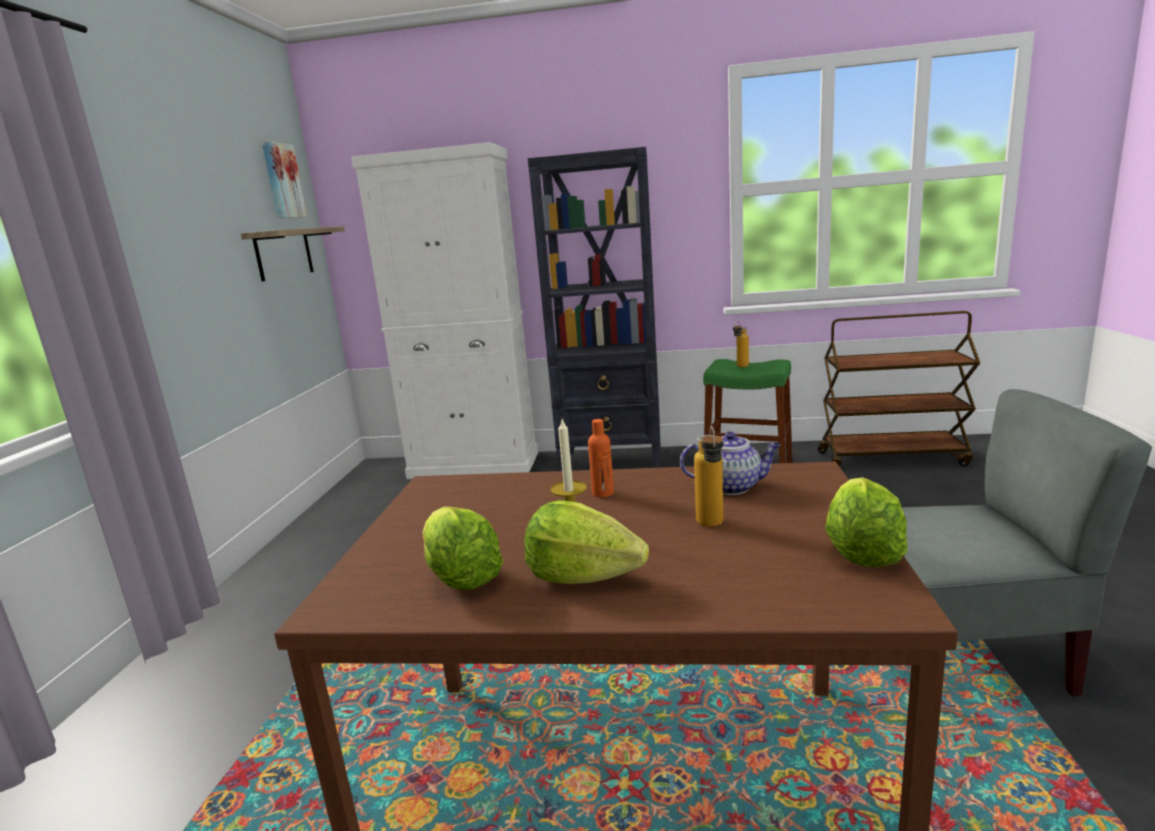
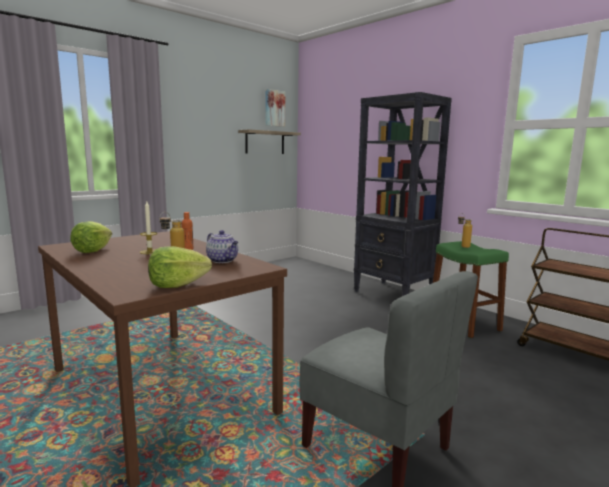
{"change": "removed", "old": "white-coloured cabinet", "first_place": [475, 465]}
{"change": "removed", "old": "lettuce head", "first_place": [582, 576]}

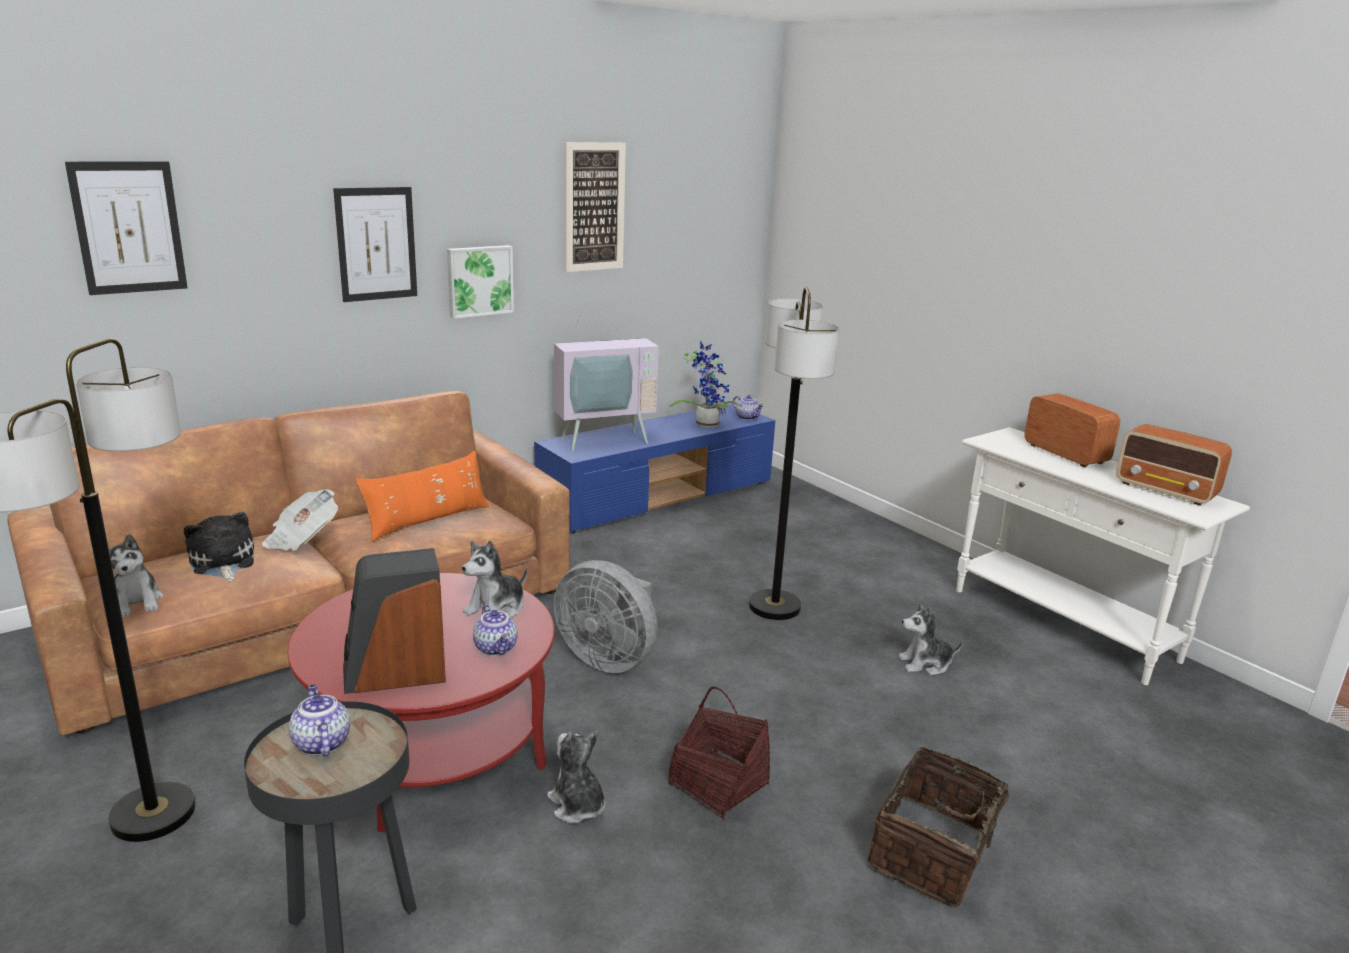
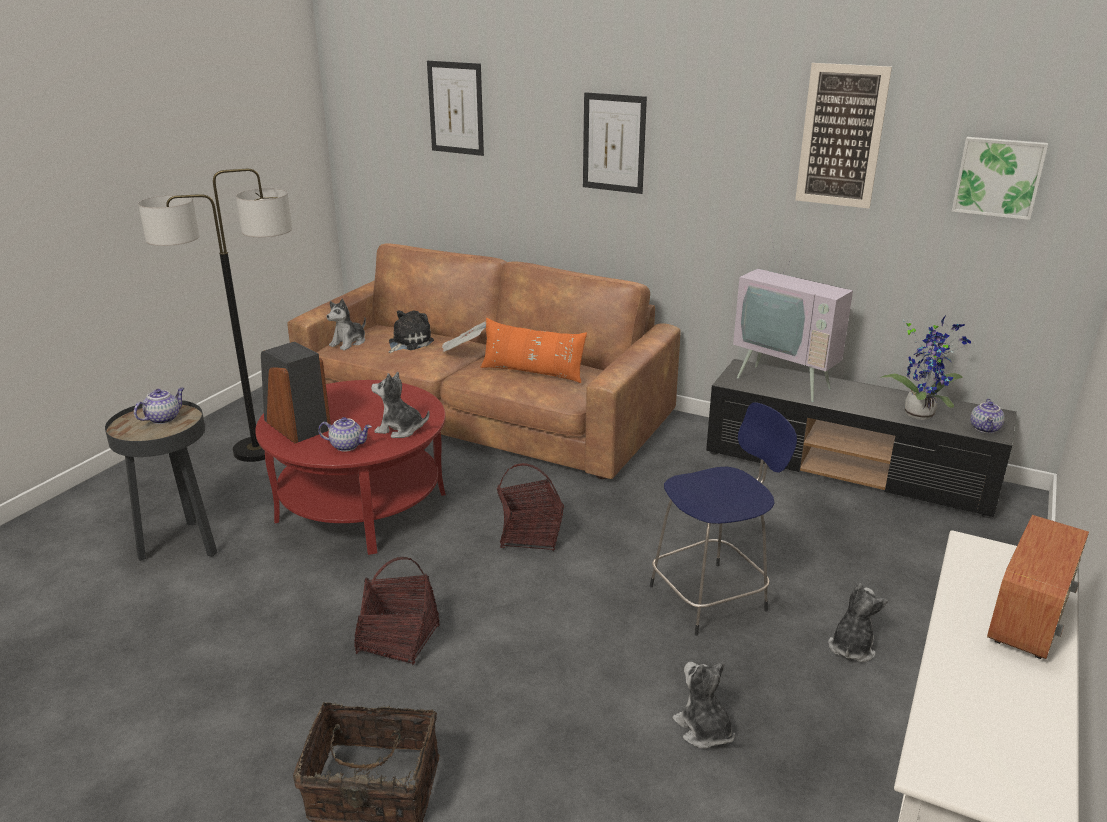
{"change": "moved", "old": "picture", "first_place": [479, 280], "second_place": [998, 177]}
{"change": "replaced", "old": "standard lamp", "new": "blue-coloured stool seat", "first_place": [774, 606], "second_place": [711, 597]}
{"change": "recoloured", "old": "blue-coloured media console", "new": "blackish media console", "first_place": [658, 496], "second_place": [849, 469]}
{"change": "removed", "old": "radio receiver", "first_place": [1166, 491]}
{"change": "replaced", "old": "greyish cooling fan", "new": "basket", "first_place": [609, 658], "second_place": [530, 535]}
{"change": "turned", "old": "tea pot", "first_place": [497, 648], "second_place": [347, 446], "degrees": -120}
{"change": "moved", "old": "cuddly toy", "first_place": [577, 806], "second_place": [851, 647]}

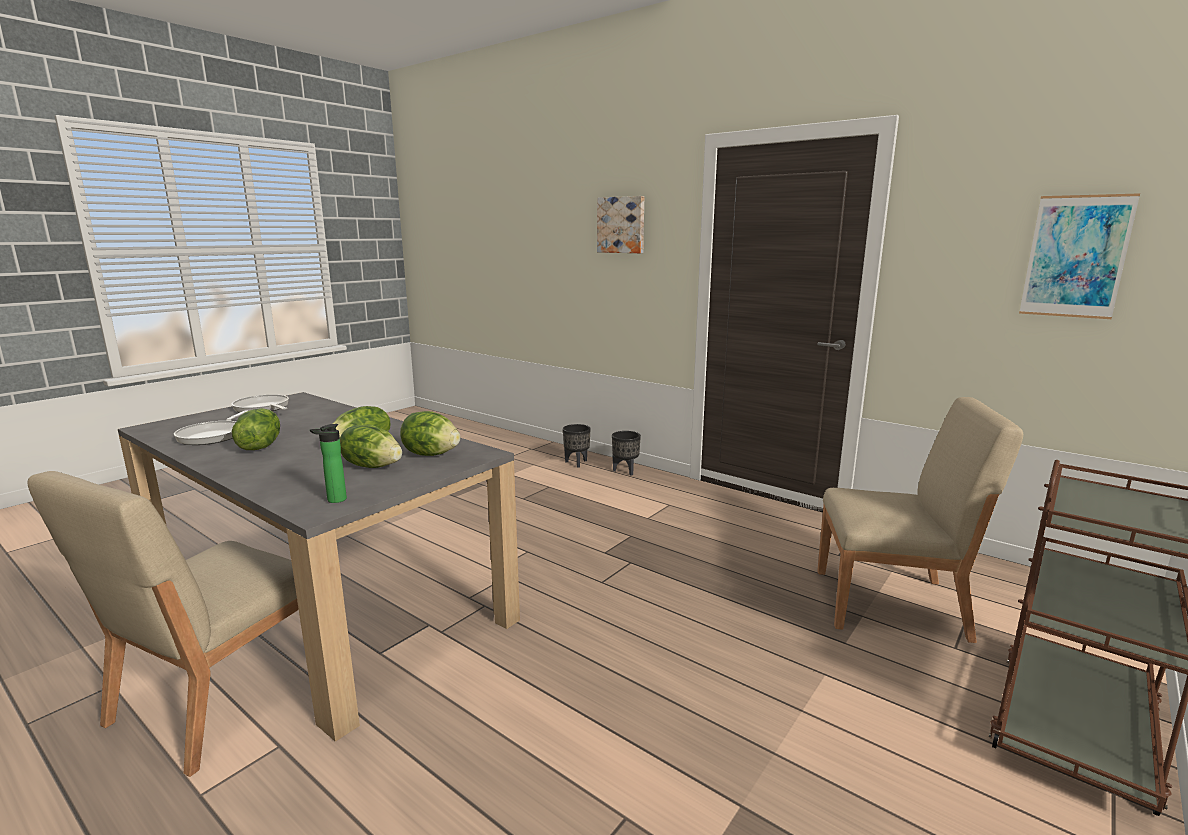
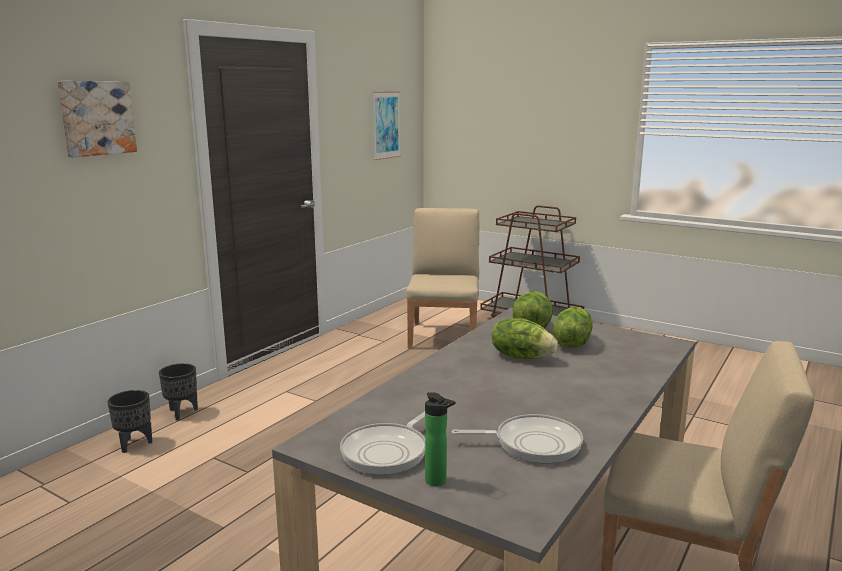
{"change": "removed", "old": "lettuce head", "first_place": [260, 446]}
{"change": "moved", "old": "drink bottle", "first_place": [334, 500], "second_place": [438, 481]}

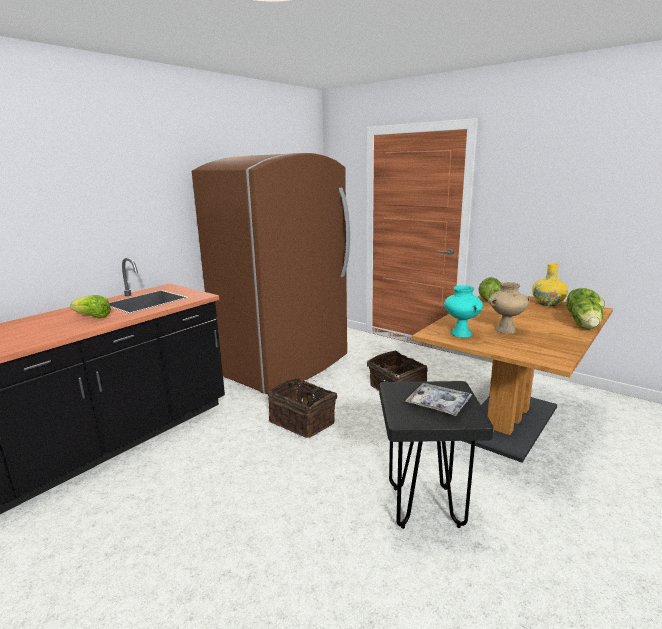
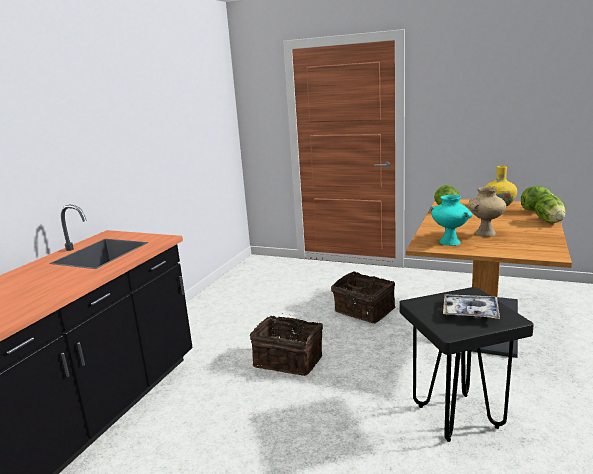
{"change": "removed", "old": "brownish kitchen fridge", "first_place": [285, 365]}
{"change": "removed", "old": "lettuce head", "first_place": [93, 317]}

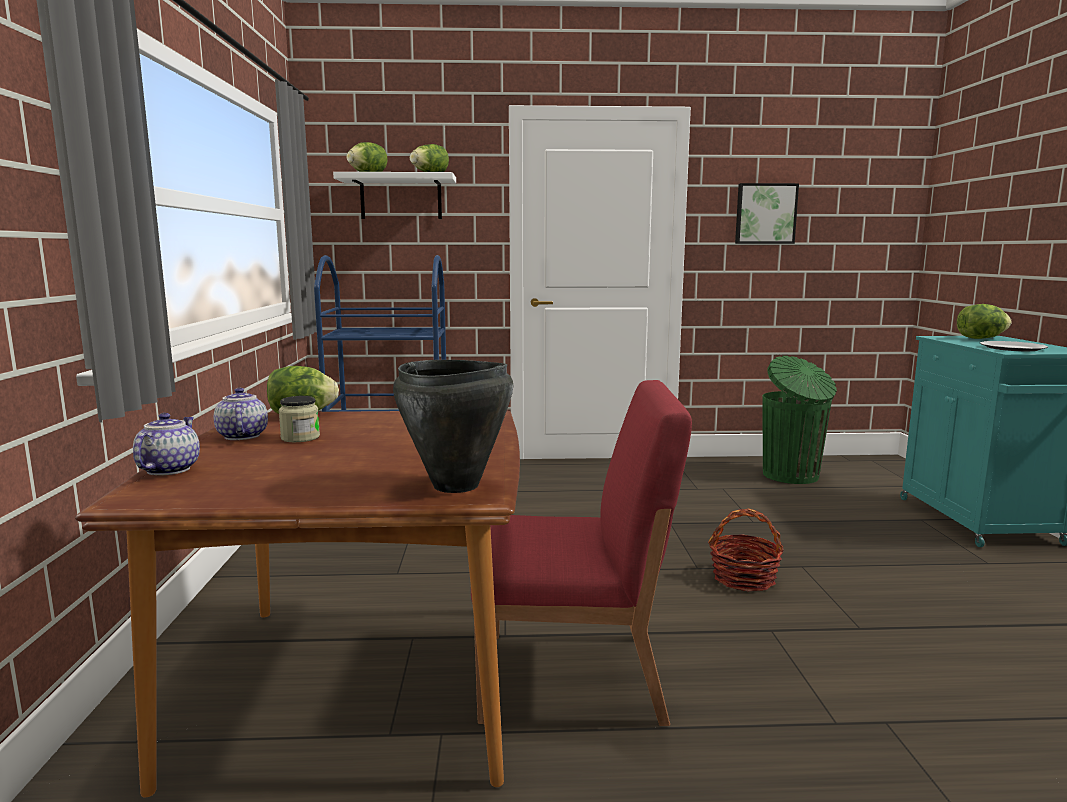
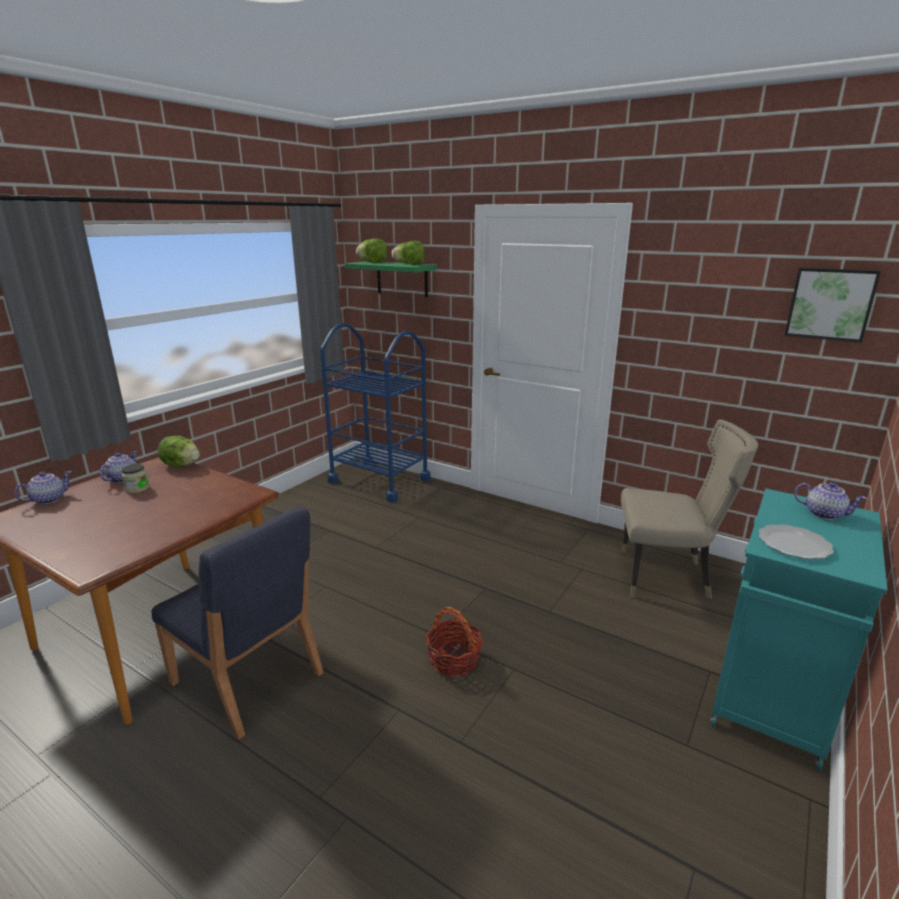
{"change": "recoloured", "old": "white-coloured bracket shelf", "new": "greenish bracket shelf", "first_place": [401, 198], "second_place": [402, 279]}
{"change": "moved", "old": "picture", "first_place": [765, 214], "second_place": [830, 304]}
{"change": "replaced", "old": "lettuce head", "new": "tea pot", "first_place": [980, 338], "second_place": [824, 514]}
{"change": "replaced", "old": "greenish waste bin", "new": "beige chair", "first_place": [792, 476], "second_place": [668, 577]}
{"change": "removed", "old": "blackish saucepot", "first_place": [456, 486]}
{"change": "recoloured", "old": "red chair", "new": "blue-coloured chair", "first_place": [574, 676], "second_place": [248, 679]}

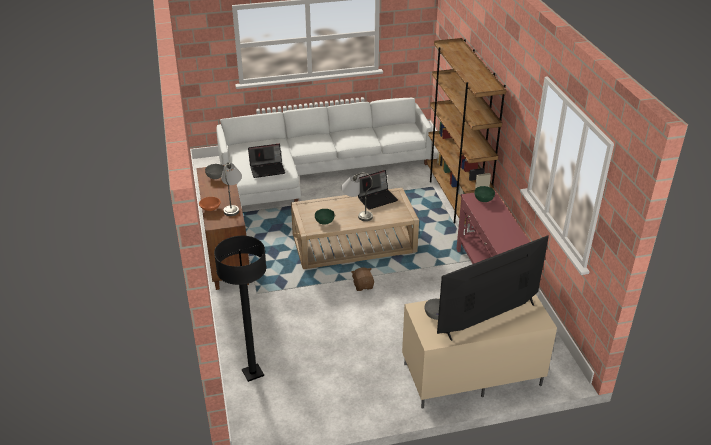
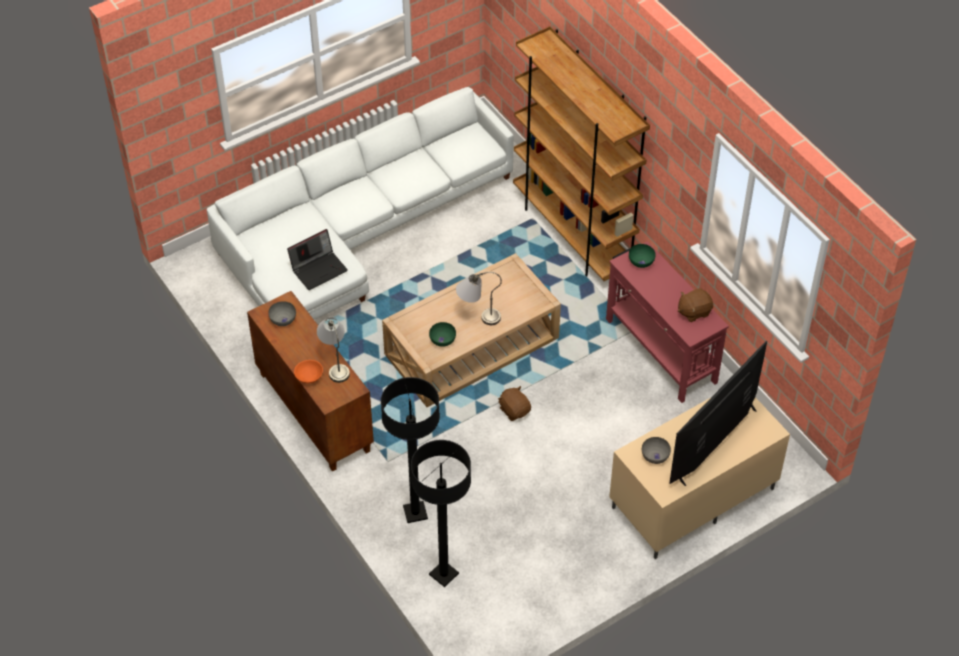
{"change": "removed", "old": "laptop", "first_place": [377, 198]}
{"change": "added", "new": "brownish cuddly toy", "second_place": [694, 311]}
{"change": "added", "new": "blackish standard lamp", "second_place": [415, 513]}

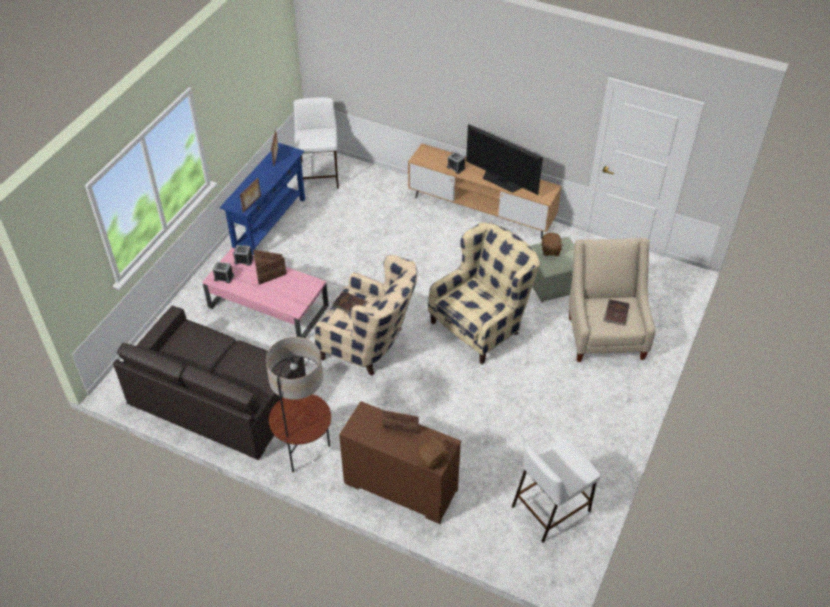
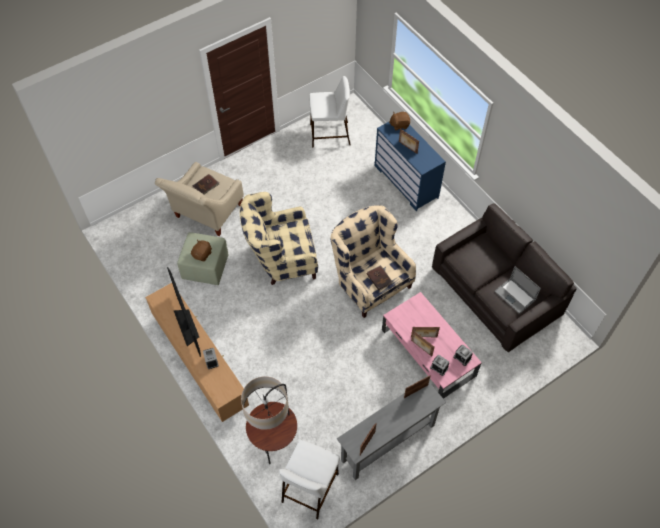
{"change": "recoloured", "old": "blue-coloured narrow table", "new": "greyish narrow table", "first_place": [269, 225], "second_place": [388, 443]}
{"change": "moved", "old": "standard lamp", "first_place": [305, 453], "second_place": [274, 443]}
{"change": "recoloured", "old": "brownish chest of drawers", "new": "blue-coloured chest of drawers", "first_place": [400, 487], "second_place": [406, 181]}
{"change": "added", "new": "laptop", "second_place": [515, 295]}

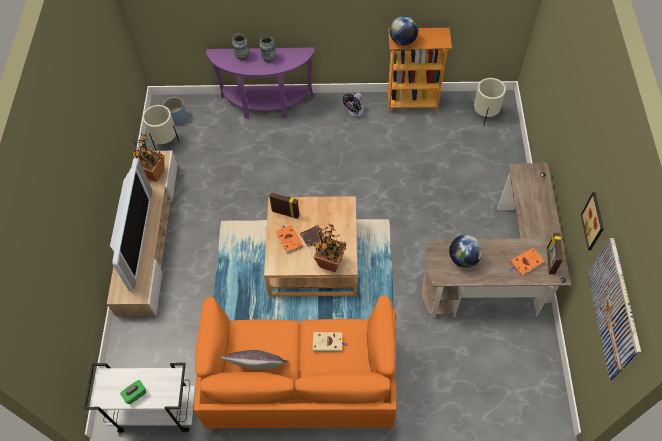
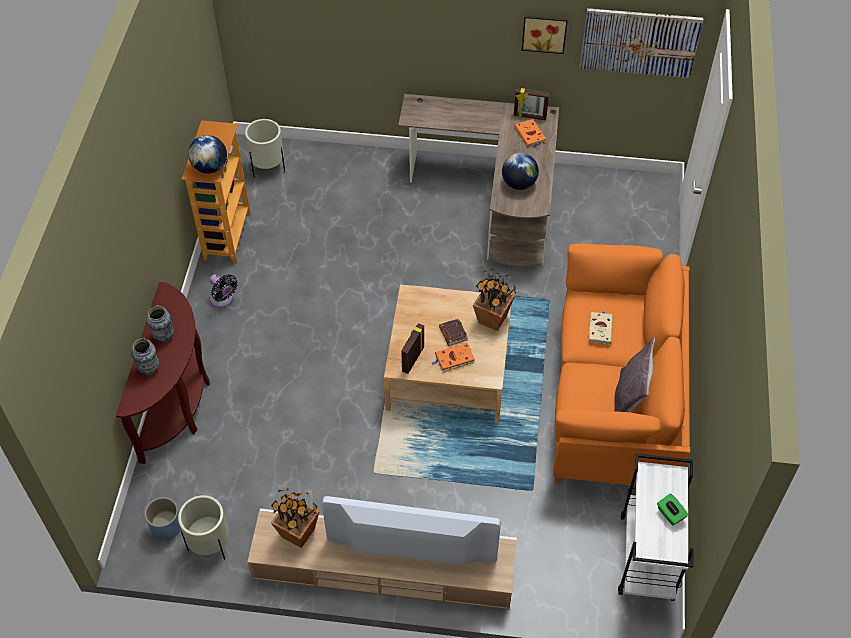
{"change": "recoloured", "old": "purplish narrow table", "new": "brownish narrow table", "first_place": [266, 105], "second_place": [177, 404]}

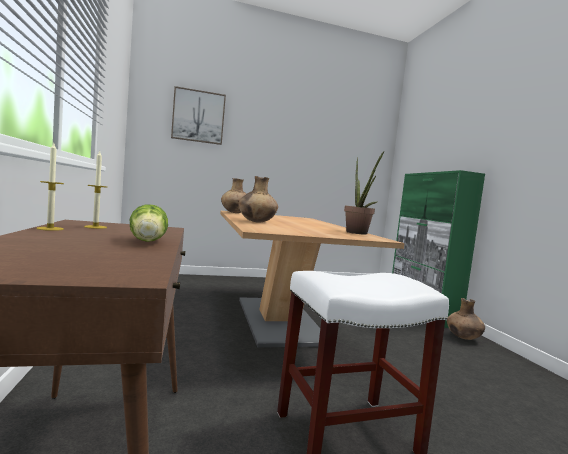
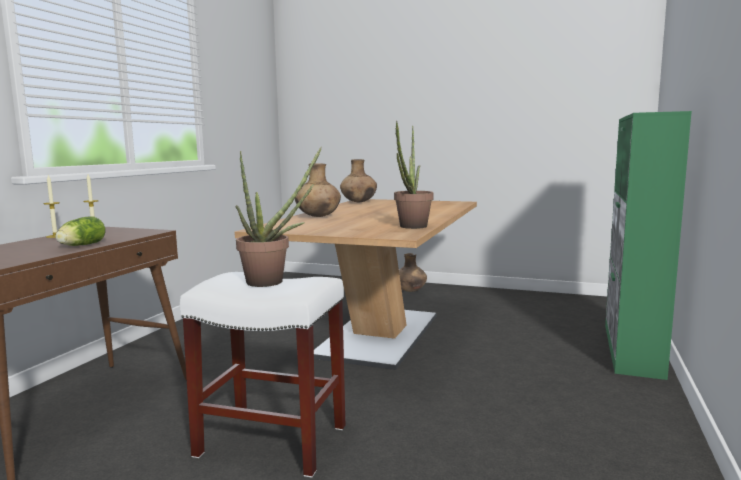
{"change": "removed", "old": "picture", "first_place": [198, 116]}
{"change": "moved", "old": "brownish flower vase", "first_place": [463, 338], "second_place": [410, 291]}
{"change": "added", "new": "houseplant", "second_place": [273, 281]}

